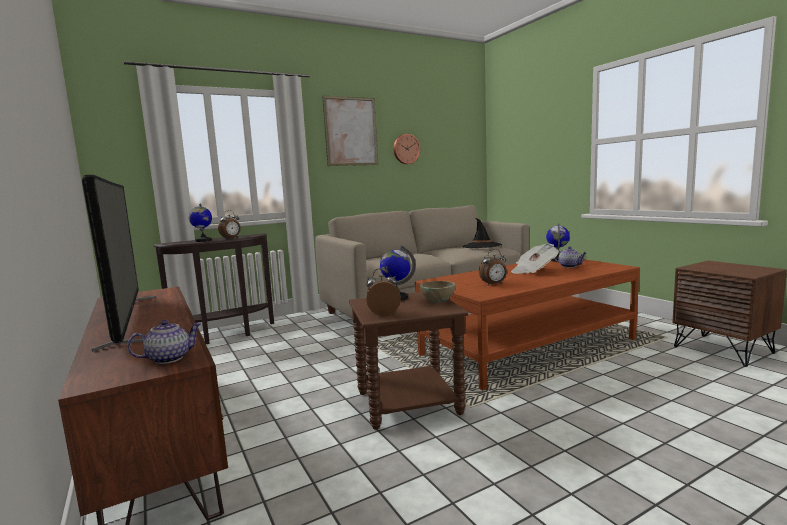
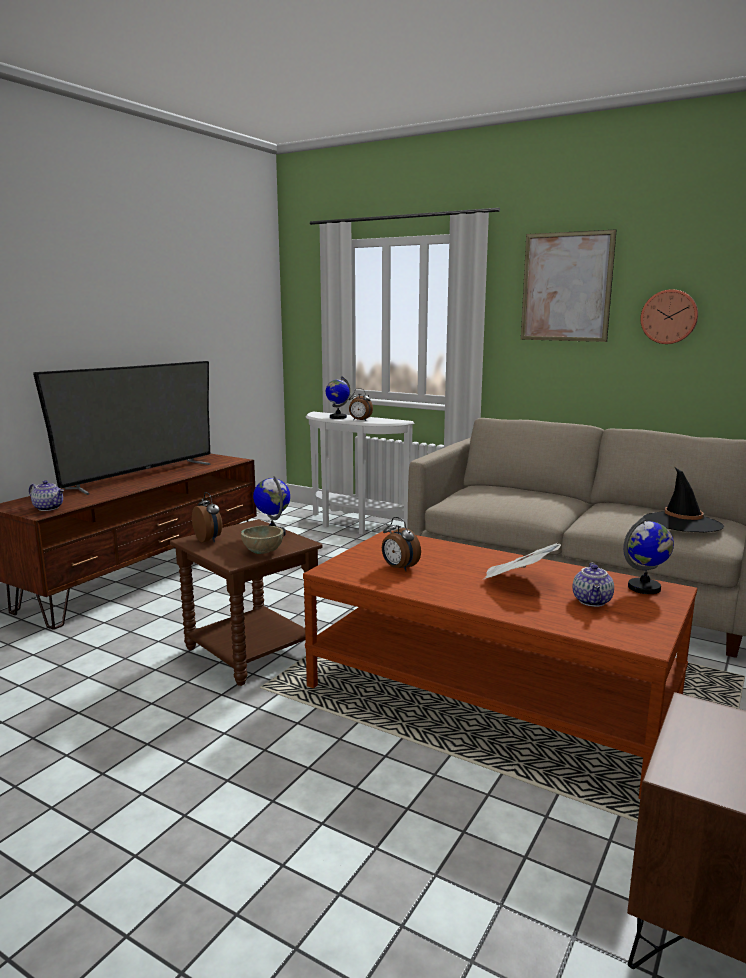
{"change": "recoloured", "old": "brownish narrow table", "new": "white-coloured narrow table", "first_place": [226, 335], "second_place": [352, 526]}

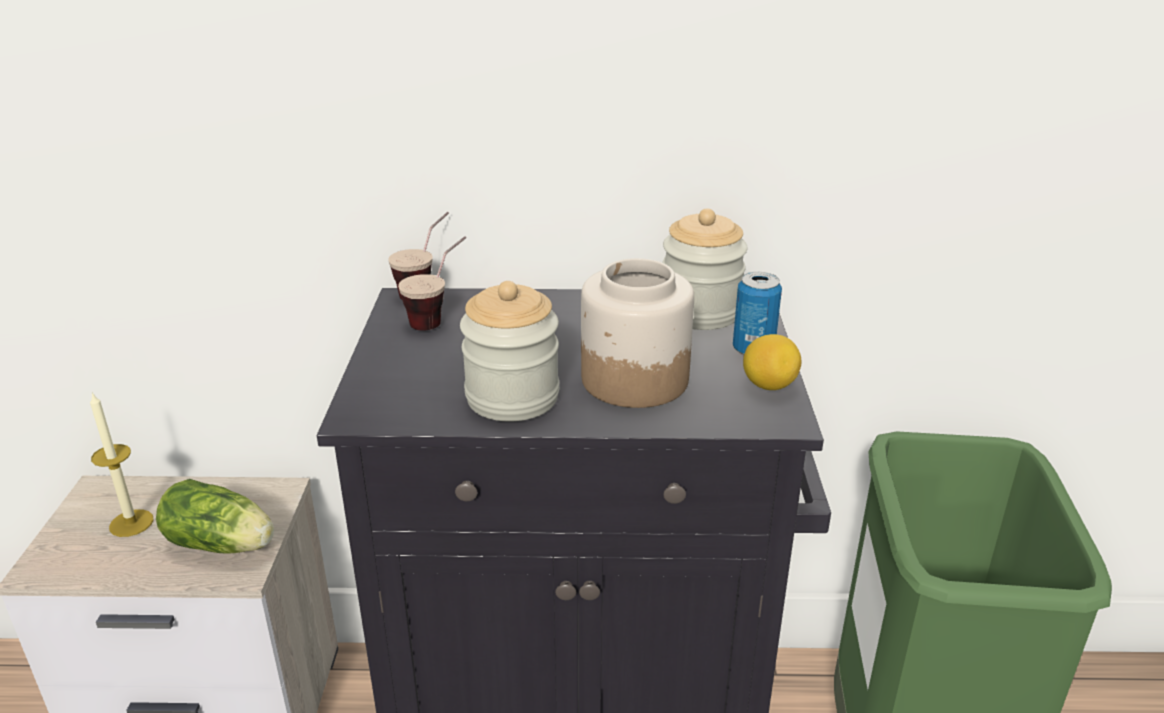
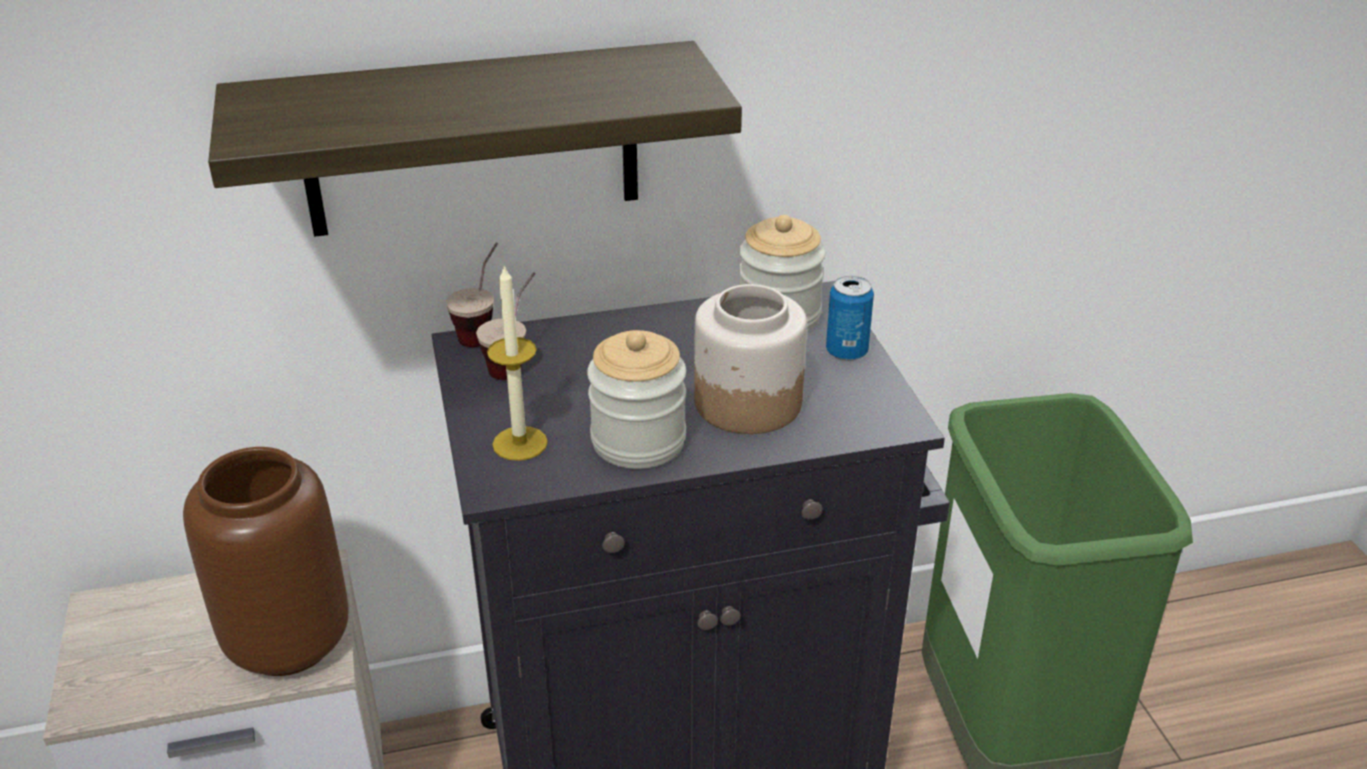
{"change": "removed", "old": "citrus fruit", "first_place": [768, 386]}
{"change": "moved", "old": "wax candle", "first_place": [131, 523], "second_place": [520, 443]}
{"change": "replaced", "old": "lettuce head", "new": "brownish flower vase", "first_place": [224, 545], "second_place": [287, 641]}
{"change": "added", "new": "bracket shelf", "second_place": [471, 140]}

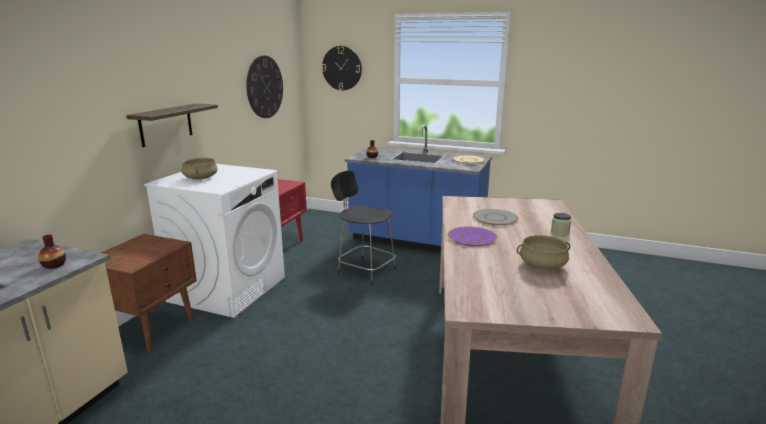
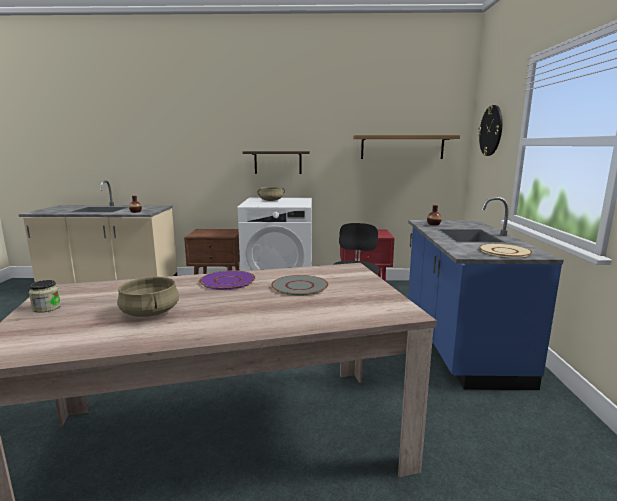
{"change": "replaced", "old": "hanging clock", "new": "bracket shelf", "first_place": [264, 87], "second_place": [402, 147]}
{"change": "moved", "old": "preserve jar", "first_place": [559, 233], "second_place": [46, 308]}

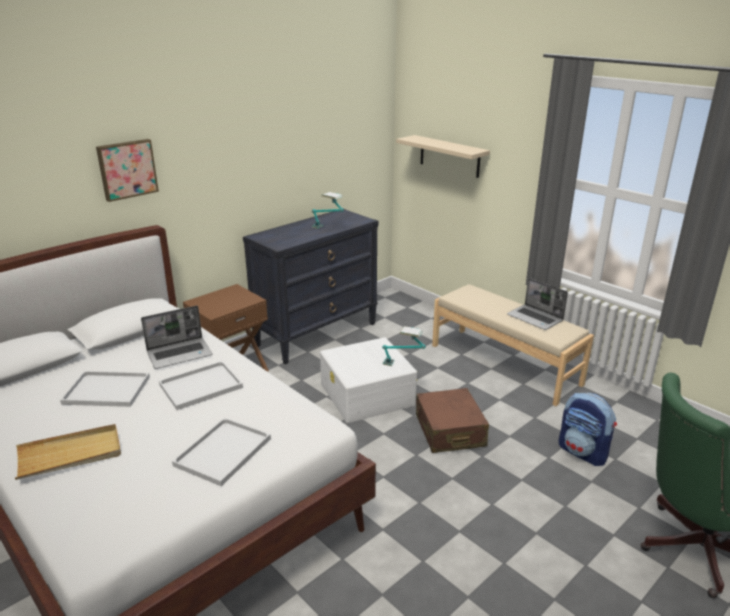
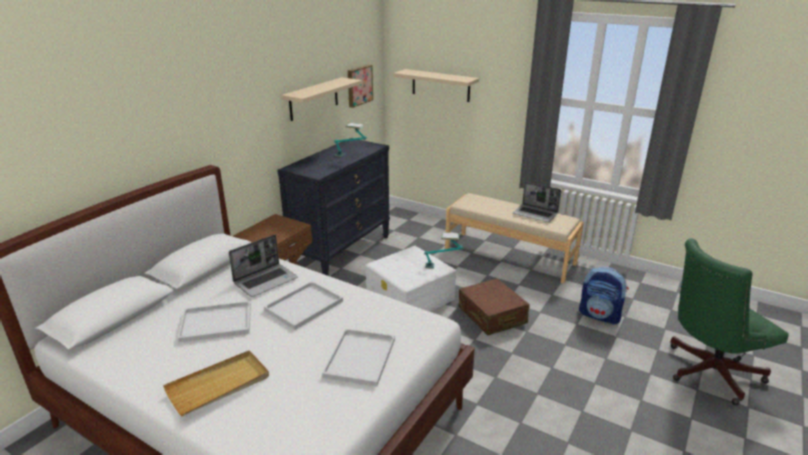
{"change": "moved", "old": "picture", "first_place": [127, 169], "second_place": [359, 85]}
{"change": "added", "new": "beige bracket shelf", "second_place": [314, 99]}

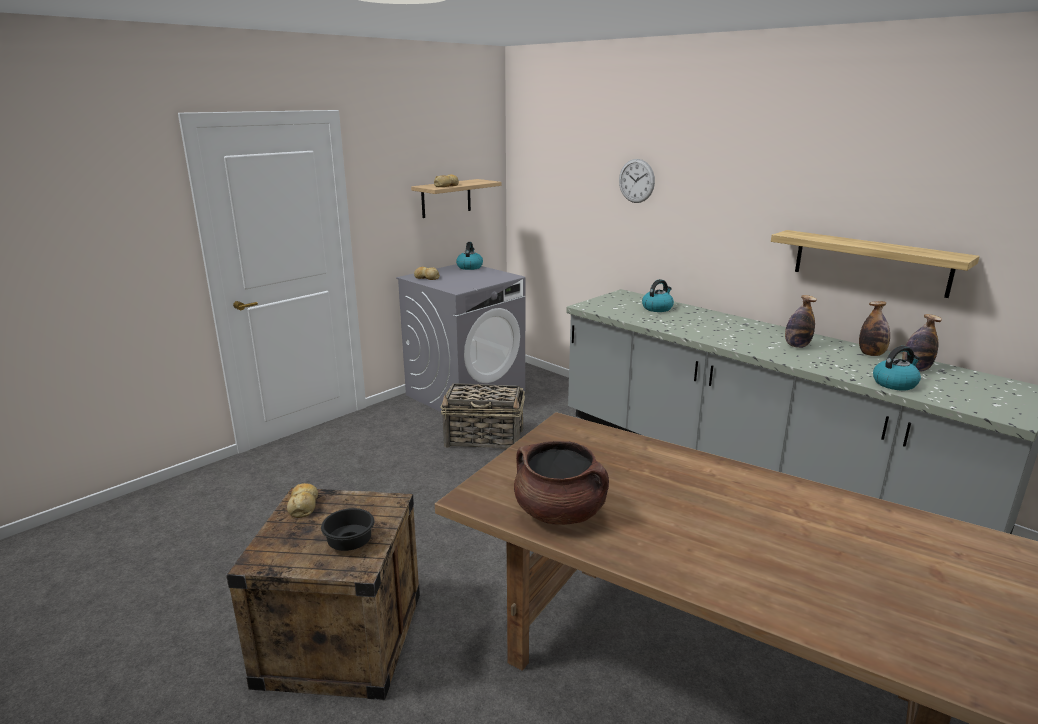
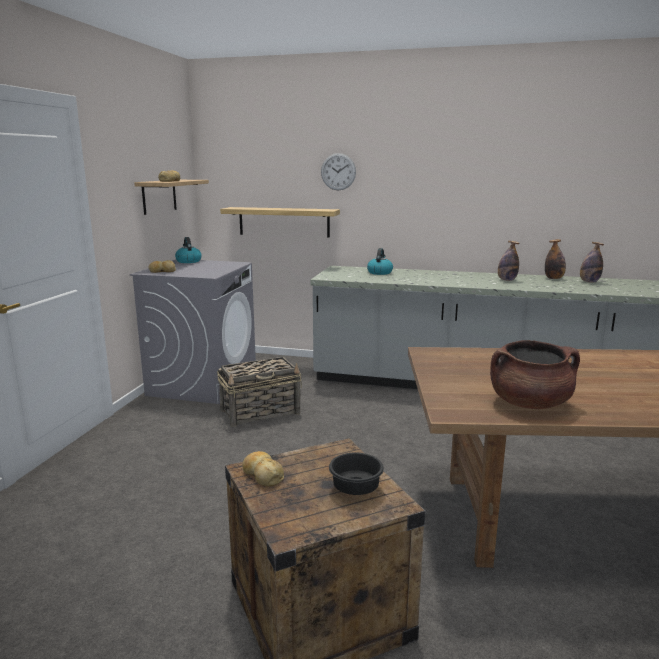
{"change": "moved", "old": "bracket shelf", "first_place": [870, 262], "second_place": [284, 222]}
{"change": "removed", "old": "water kettle", "first_place": [894, 383]}

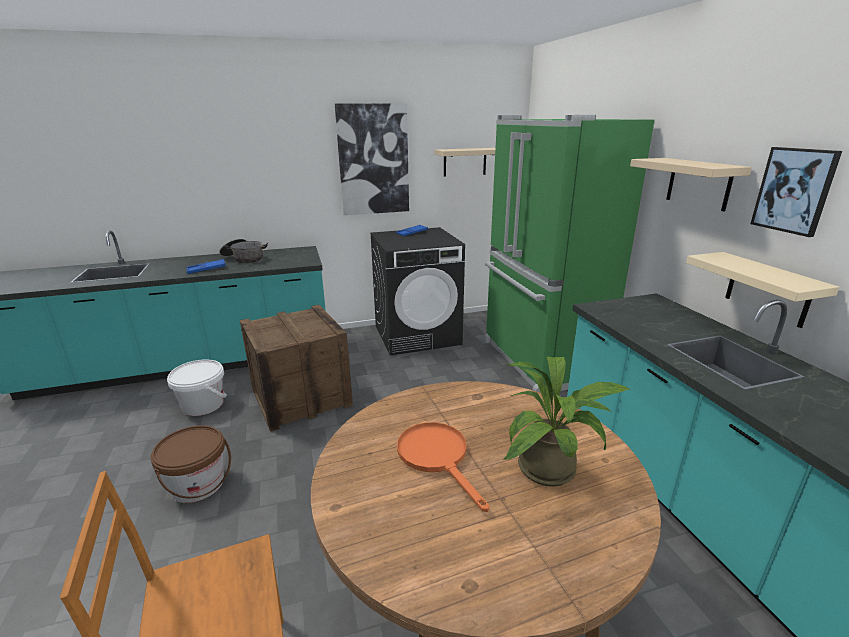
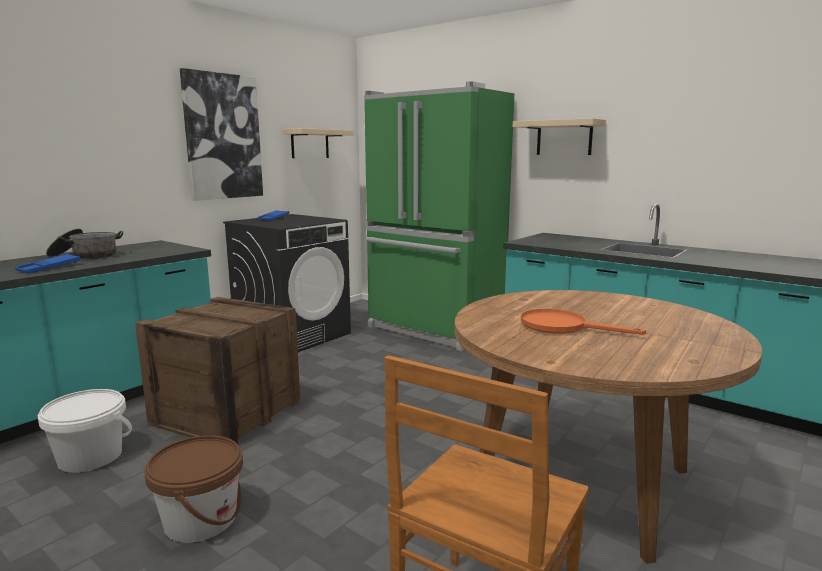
{"change": "removed", "old": "picture", "first_place": [794, 190]}
{"change": "removed", "old": "beige bracket shelf", "first_place": [768, 289]}
{"change": "removed", "old": "houseplant", "first_place": [554, 469]}

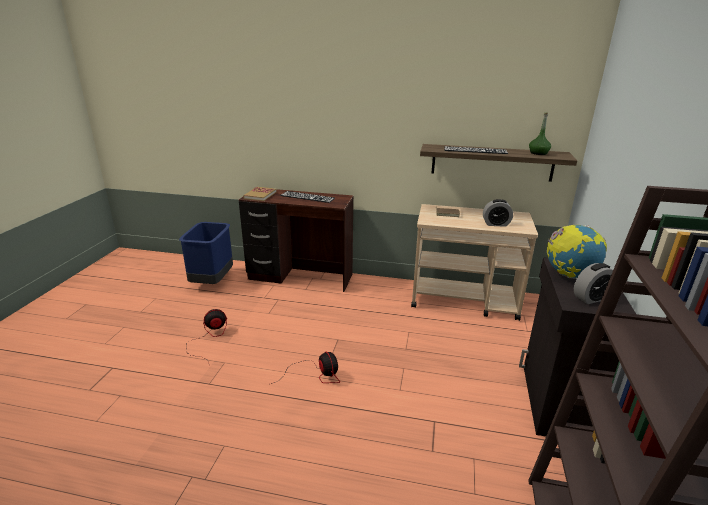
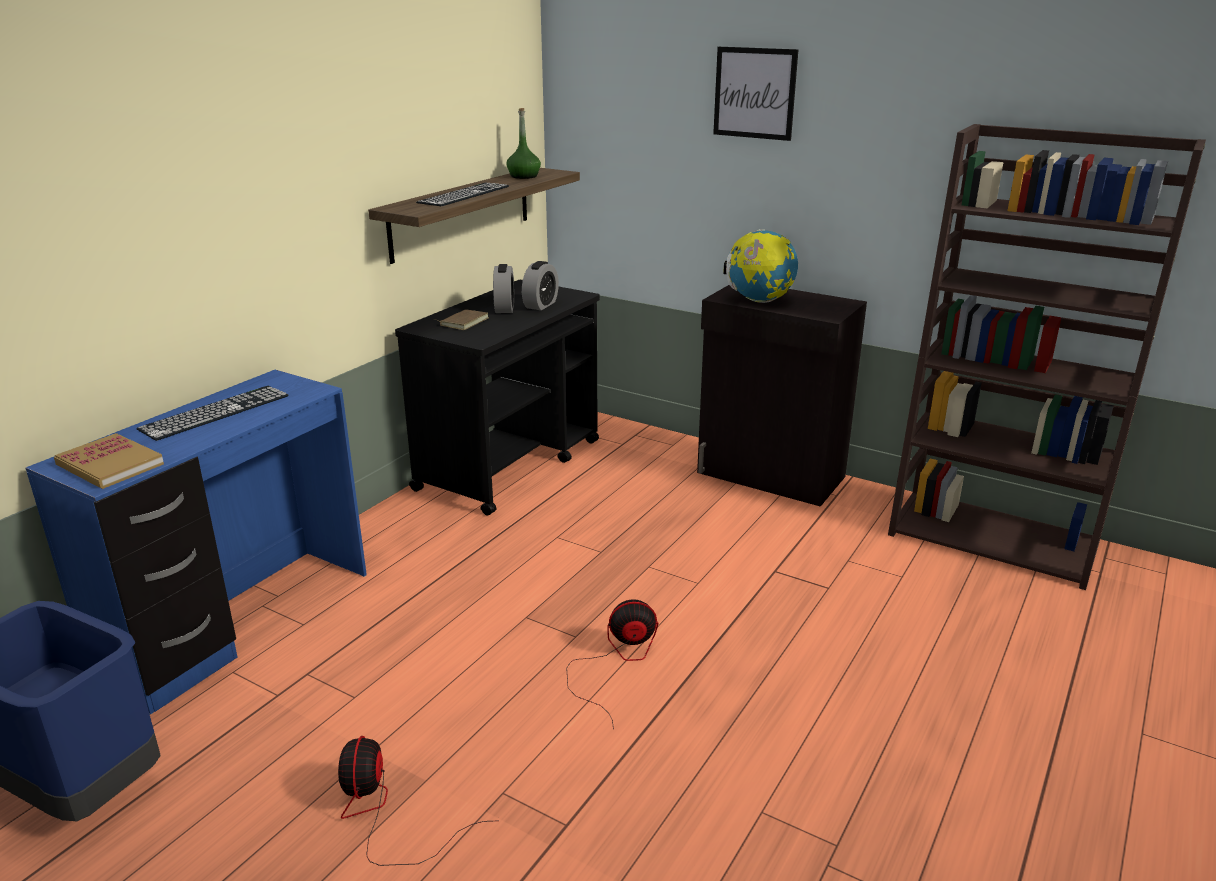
{"change": "recoloured", "old": "brownish desk", "new": "blue-coloured desk", "first_place": [300, 277], "second_place": [241, 623]}
{"change": "recoloured", "old": "beige wheeled cart", "new": "blackish wheeled cart", "first_place": [465, 301], "second_place": [510, 464]}
{"change": "moved", "old": "alarm clock", "first_place": [591, 298], "second_place": [504, 308]}
{"change": "added", "new": "picture", "second_place": [754, 93]}

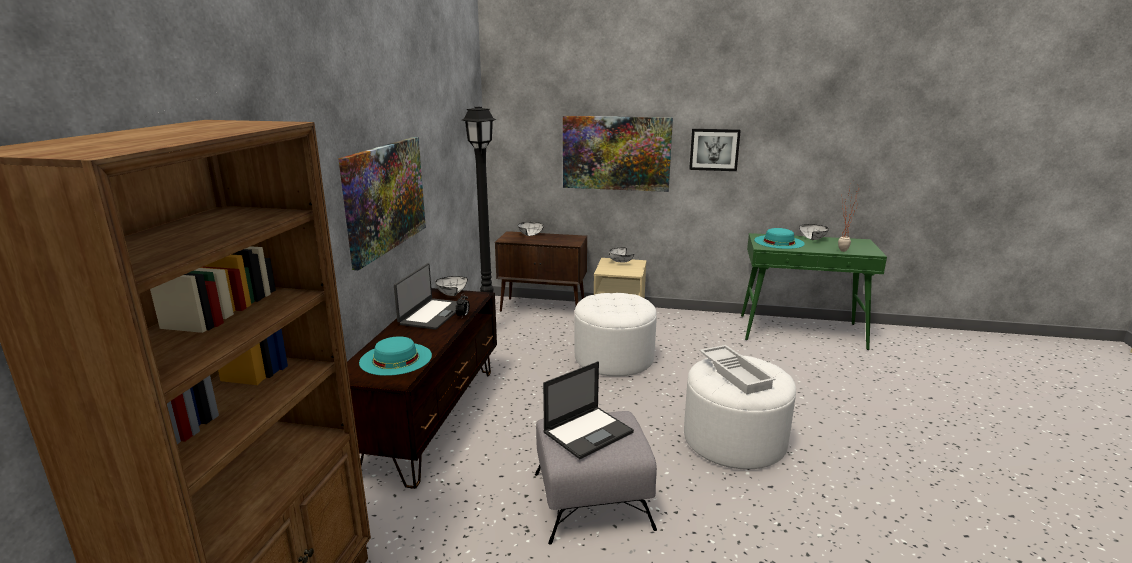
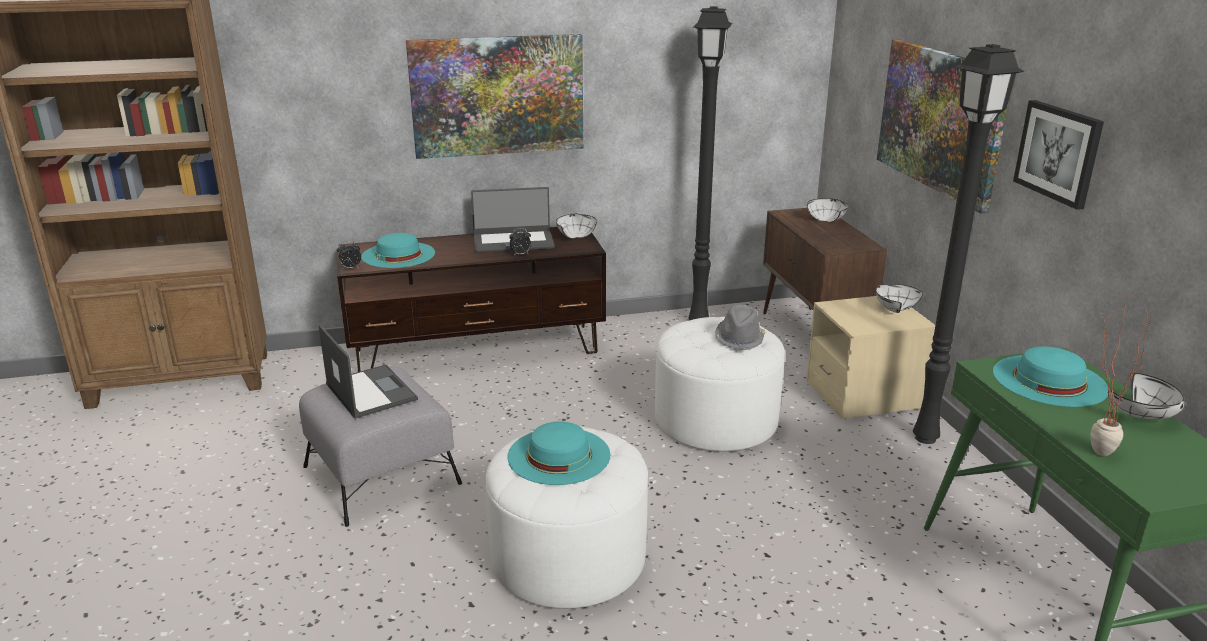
{"change": "replaced", "old": "white-coloured carrying tray", "new": "turquoise wearable hat", "first_place": [736, 373], "second_place": [558, 455]}
{"change": "turned", "old": "laptop", "first_place": [589, 432], "second_place": [370, 391], "degrees": -150}
{"change": "added", "new": "blackish standard lamp", "second_place": [927, 439]}
{"change": "added", "new": "alarm clock", "second_place": [350, 269]}
{"change": "added", "new": "greyish wearable hat", "second_place": [739, 338]}

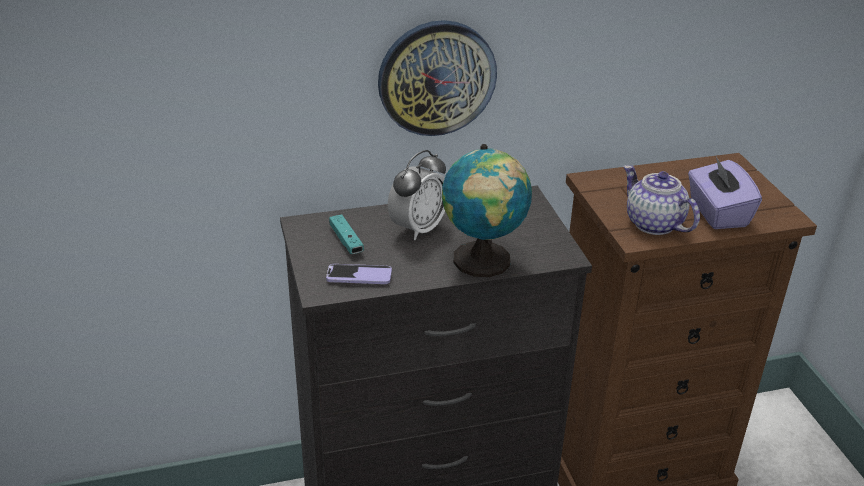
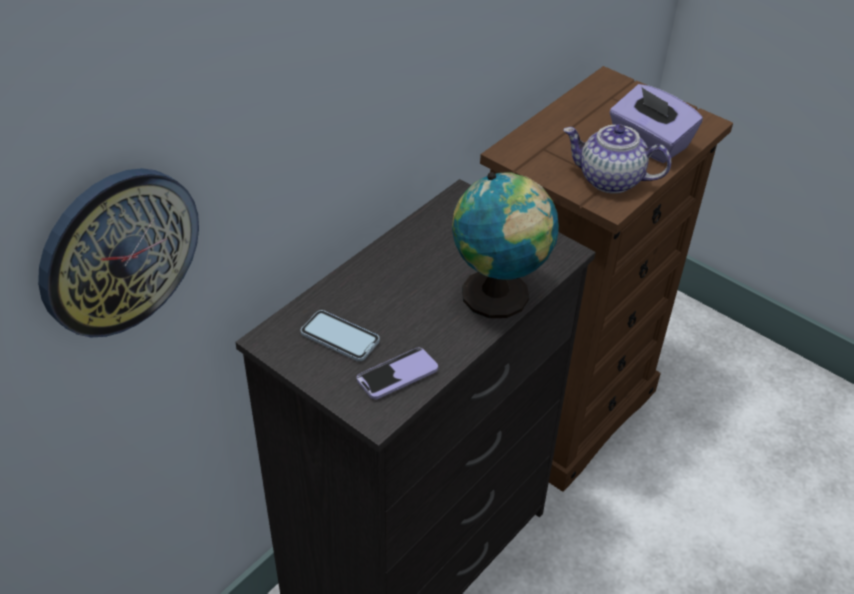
{"change": "moved", "old": "hanging clock", "first_place": [436, 78], "second_place": [118, 251]}
{"change": "removed", "old": "alarm clock", "first_place": [418, 228]}
{"change": "replaced", "old": "turquoise joypad", "new": "handset", "first_place": [346, 241], "second_place": [340, 337]}

